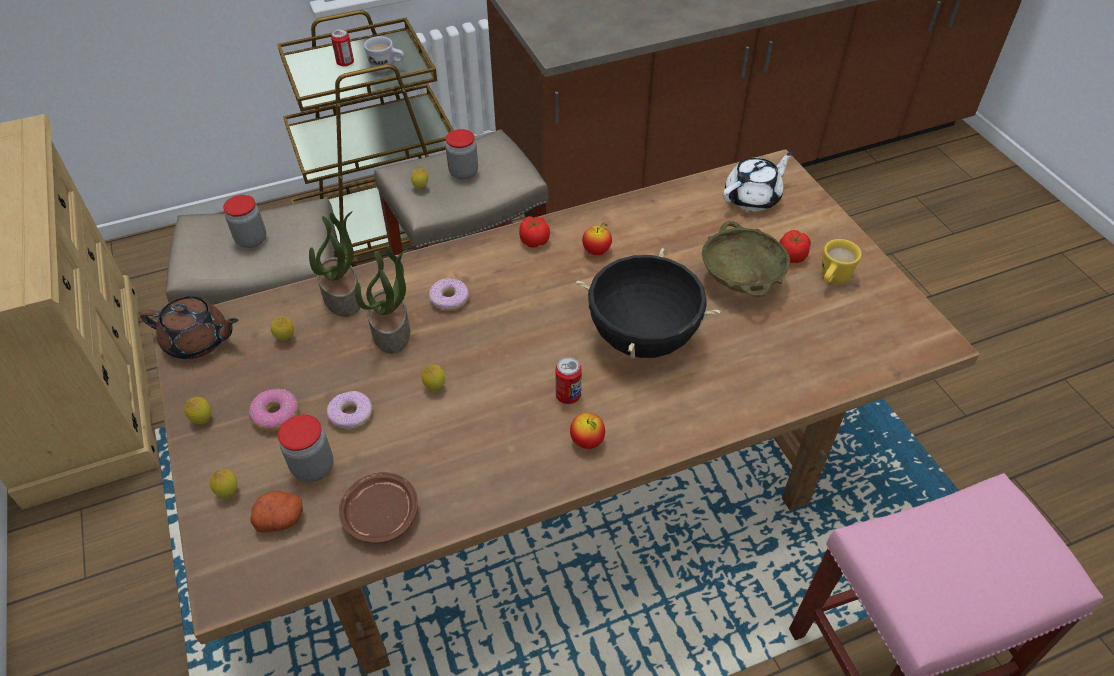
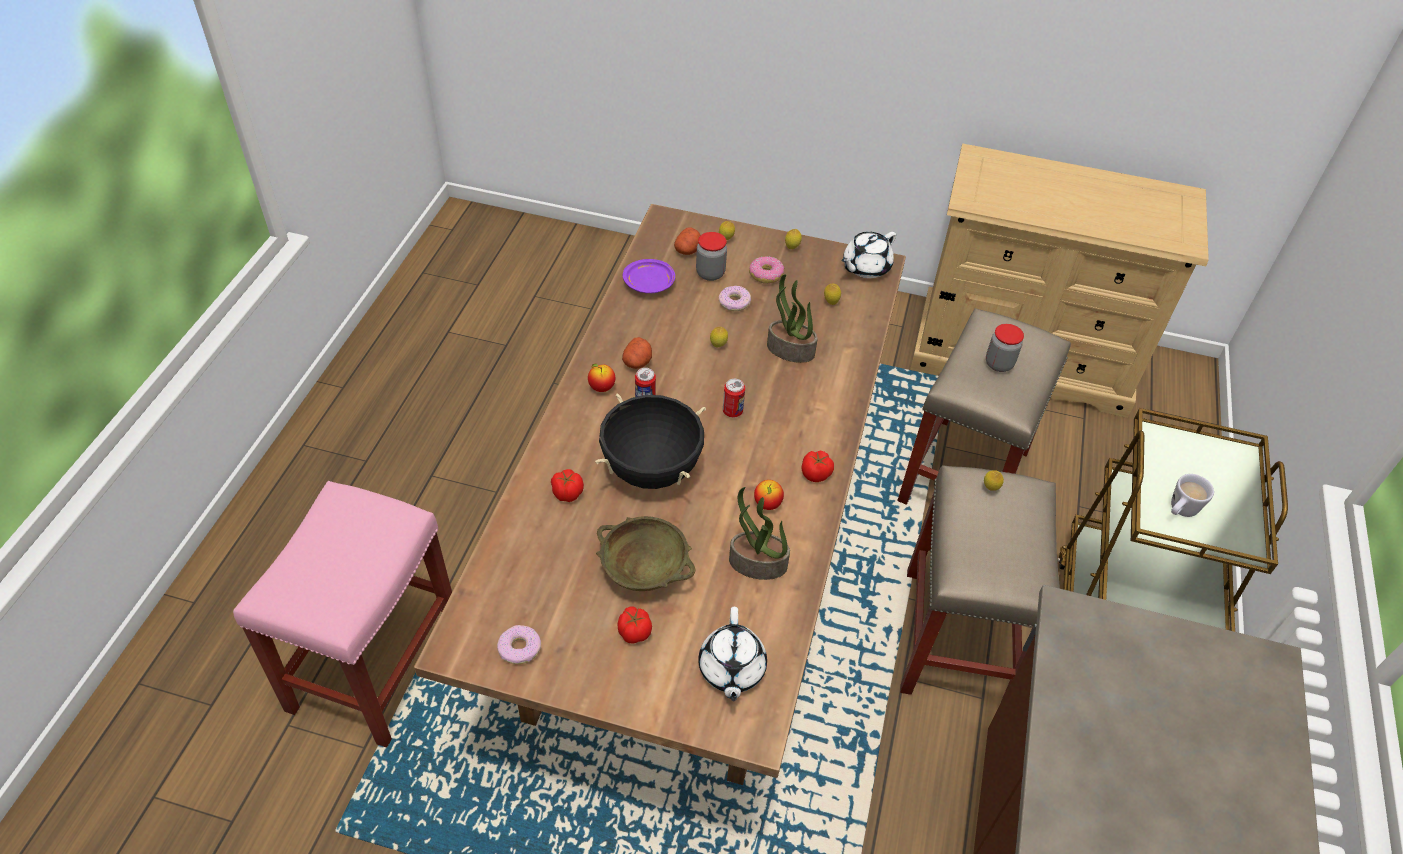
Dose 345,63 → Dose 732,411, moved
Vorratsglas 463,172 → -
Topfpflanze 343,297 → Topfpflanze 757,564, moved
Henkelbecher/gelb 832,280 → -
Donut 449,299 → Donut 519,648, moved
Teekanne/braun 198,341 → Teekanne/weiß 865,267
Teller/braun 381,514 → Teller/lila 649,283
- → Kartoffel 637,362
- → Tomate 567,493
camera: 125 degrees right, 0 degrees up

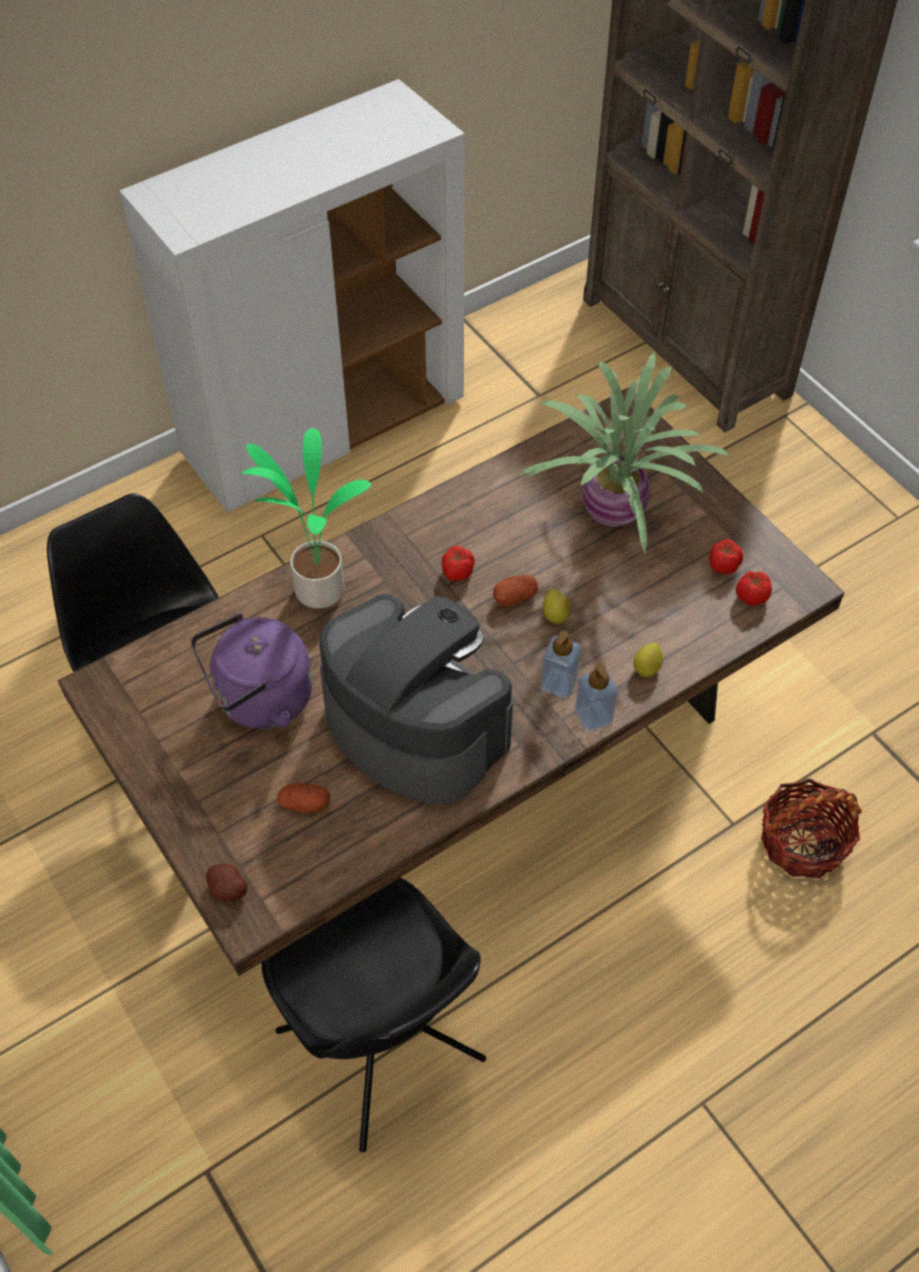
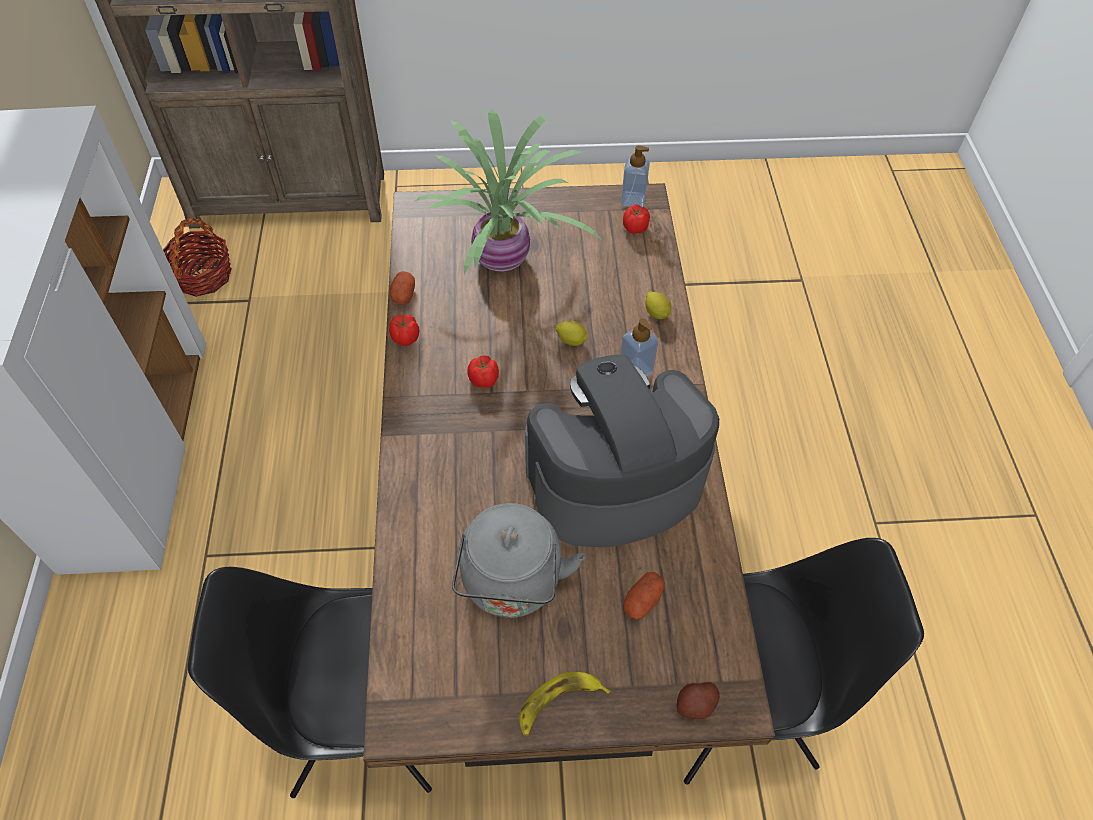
Topfpflanze 317,588 → -
Tomate 722,565 → Tomate 405,338, moved
Kartoffel 515,596 → Kartoffel 403,294, moved
Wasserkessel/lila 259,700 → Wasserkessel/grau 511,585
Seifenspender 593,716 → Seifenspender 633,200, moved
Korb 802,842 → Korb 202,276, moved
- → Banane 559,704
camera: 60 degrees left, 0 degrees up

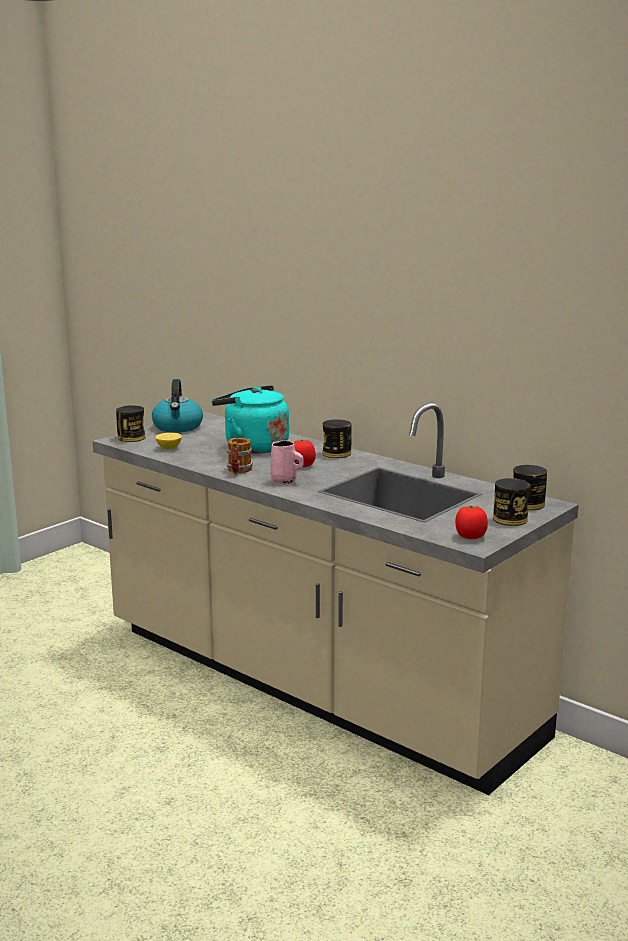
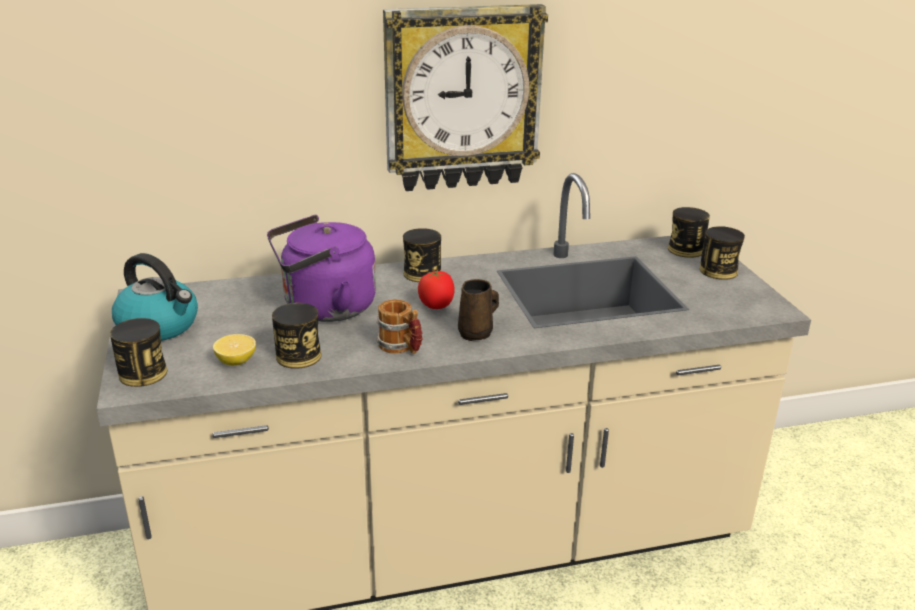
Wasserkessel/türkis 252,447 → Wasserkessel/lila 324,308
Henkelbecher/rosa 285,481 → Henkelbecher/braun 477,333
Tomate 470,537 → -
- → Wanduhr 462,98
- → Dose 298,356
camera: 55 degrees left, 10 degrees up

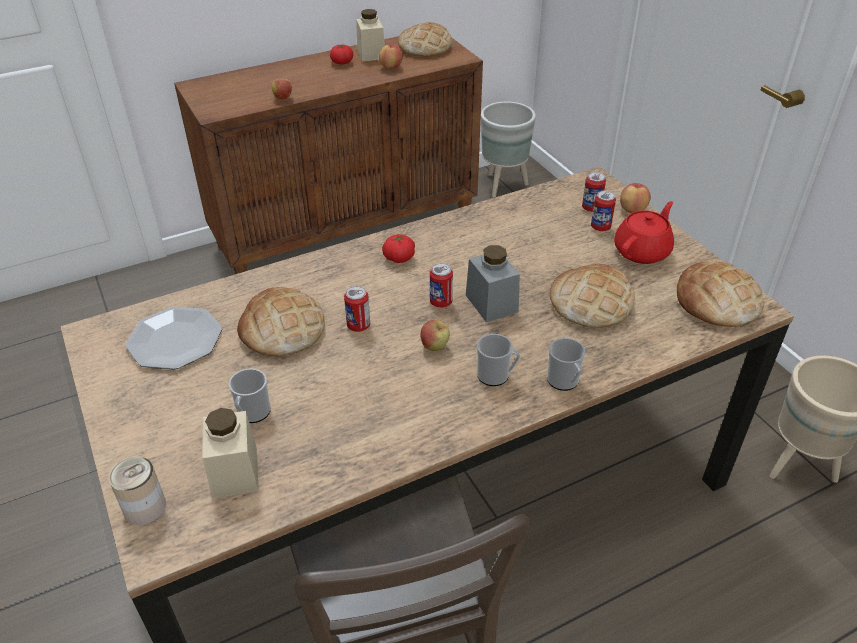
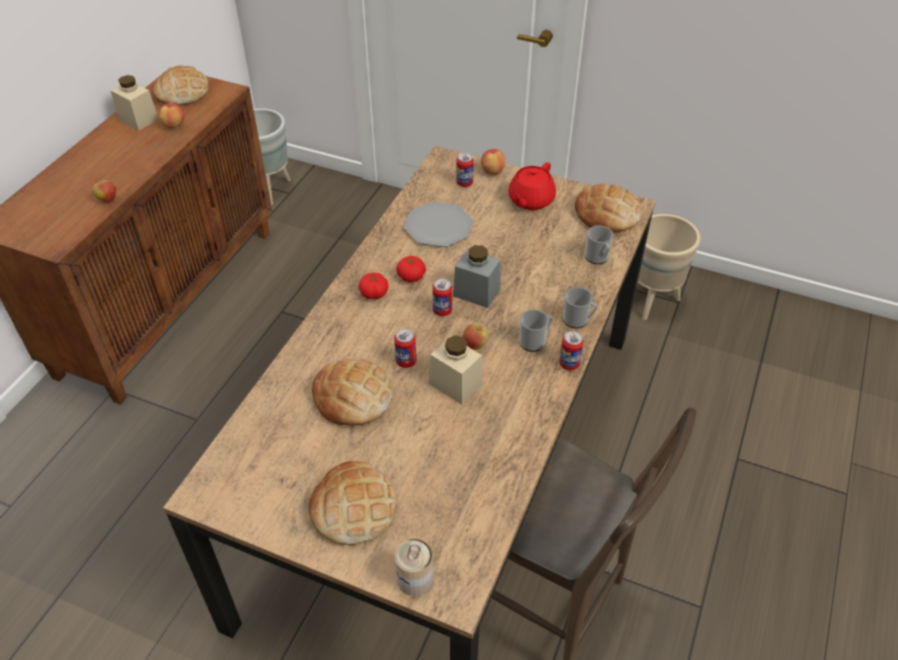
Tomate 342,62 → Tomate 411,276, moved
Dose 600,227 → Dose 569,364, moved
Teekanne/rot 642,251 → Teekanne/rot 530,200, 150 degrees counterclockwise
Brot 591,302 → Brot 353,508, moved
Teller 175,340 → Teller 439,226, moved
Henkelbecher 252,414 → Henkelbecher 598,258, moved
Vorratsglas/beige 234,472 → Vorratsglas/beige 455,384, moved
camera: 40 degrees left, 5 degrees up

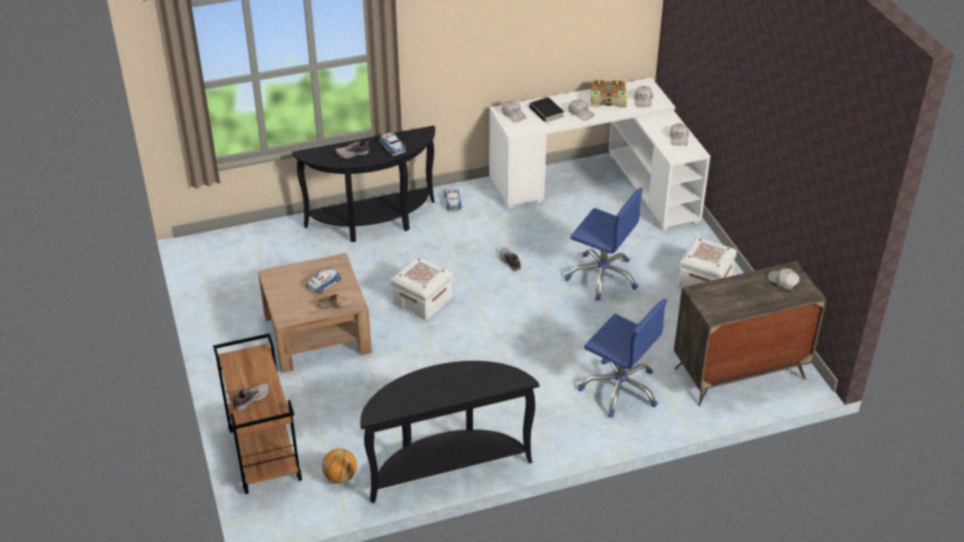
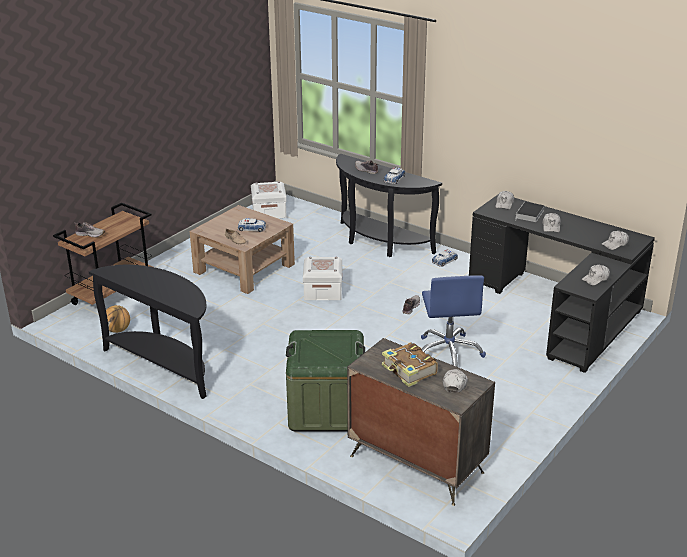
Schreibtisch/weiß 601,185 → Schreibtisch/schwarz 561,310
Buch 608,99 → Buch 409,371, moved
Aufbewahrungsbox/weiß 705,280 → Aufbewahrungsbox/weiß 269,212, moved
Bürostuhl/blau 620,389 → Aufbewahrungsbox/grün 326,409
camera: 55 degrees right, 10 degrees down

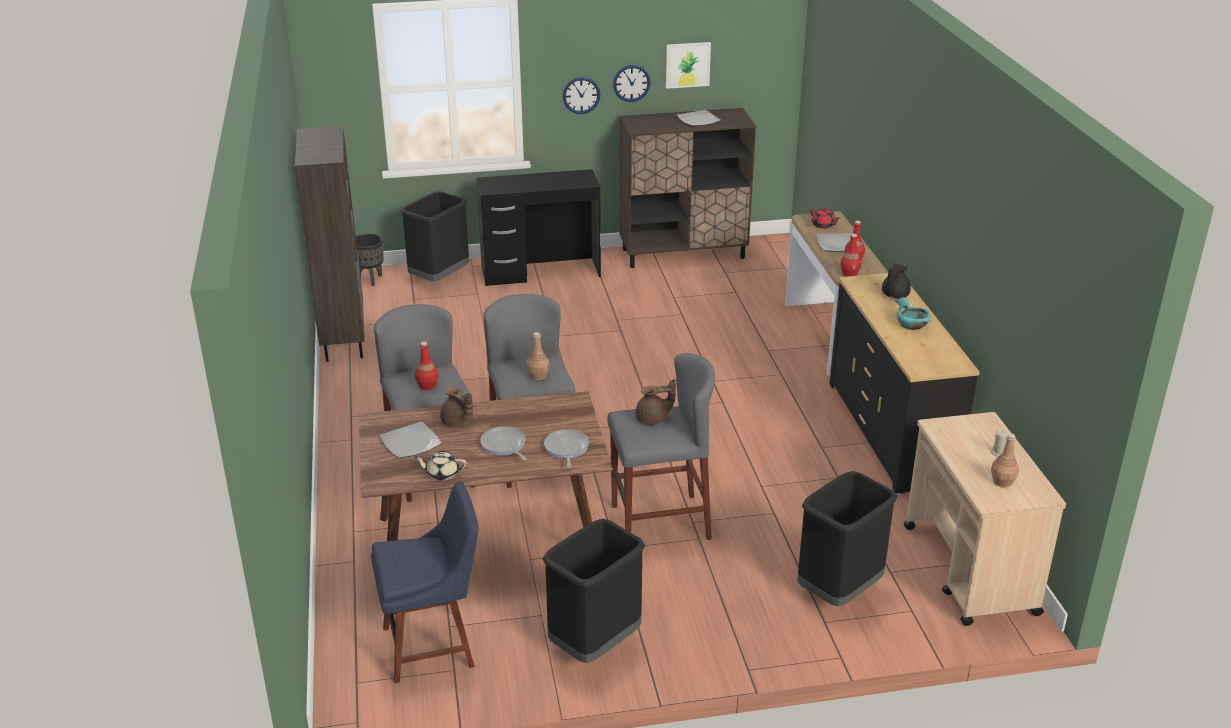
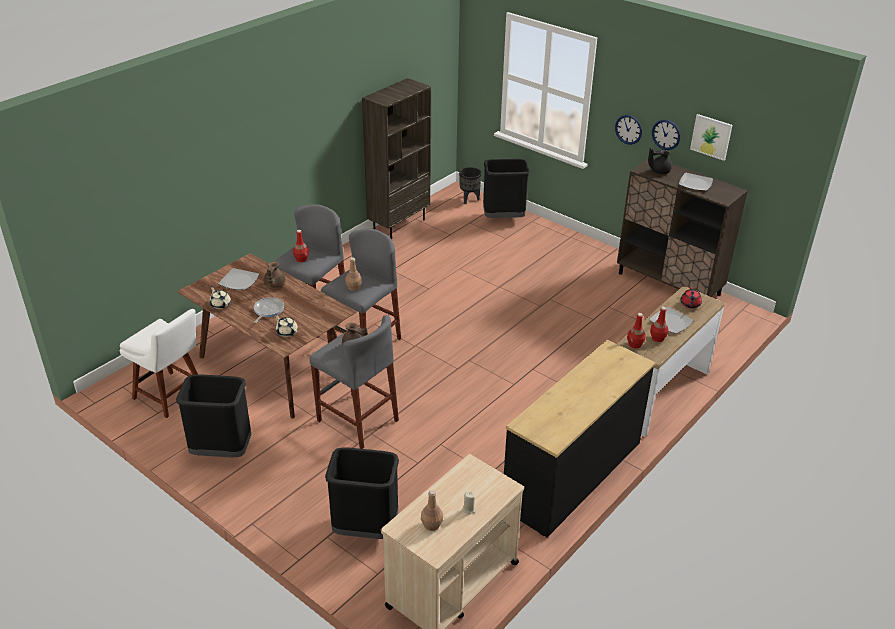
Schreibtisch/schwarz 540,271 → -
Teekanne/schwarz 894,295 → Teekanne/schwarz 659,171, moved
Schüssel/türkis 912,324 → -
Pfanne 566,449 → Teekanne/beige 286,332
Stuhl/blau 434,645 → Stuhl/weiß 171,395
camera: 50 degrees right, 5 degrees up

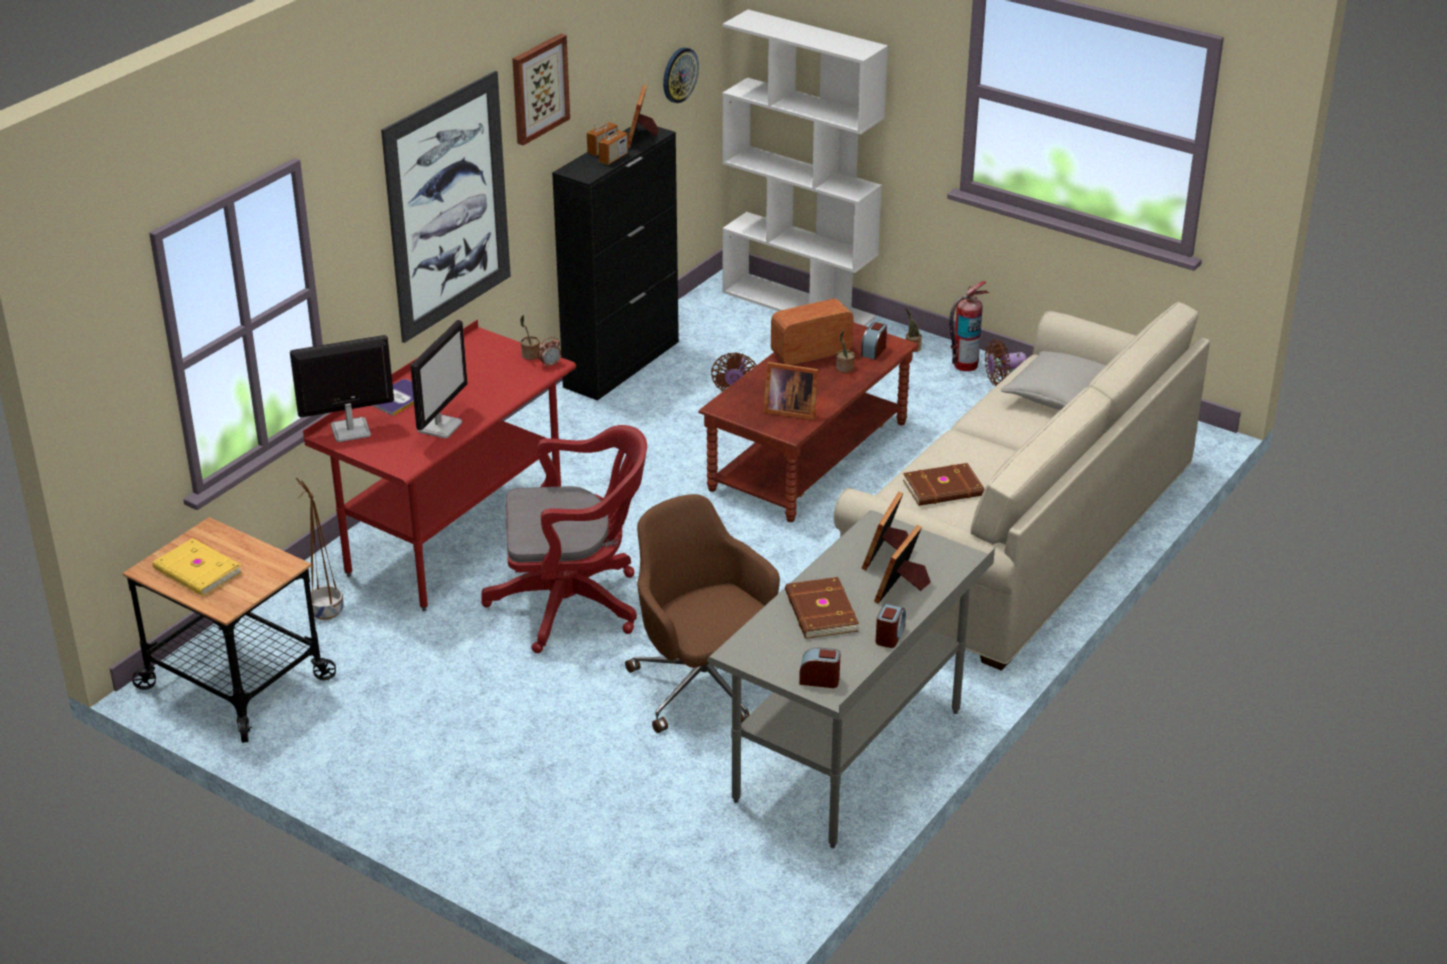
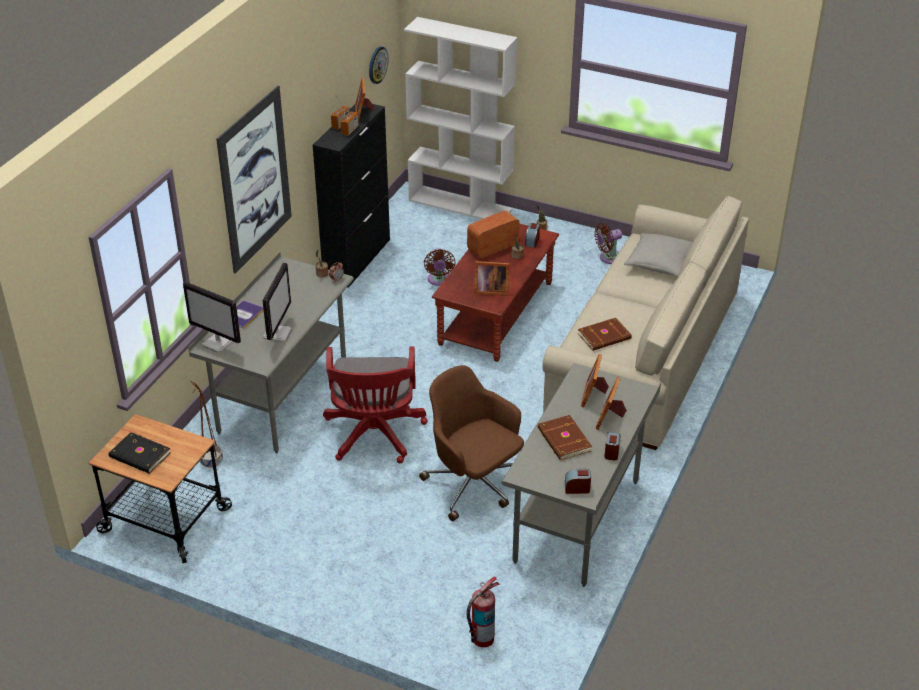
Bild 538,88 → -
Feuerlöscher 964,365 → Feuerlöscher 482,638, moved
Schreibtisch/rot 455,540 → Schreibtisch/grau 283,399
Monitor 349,431 → Monitor 218,343, 120 degrees counterclockwise
Bürostuhl/rot 574,604 → Bürostuhl/rot 374,436, 105 degrees clockwise
Buch/gelb 197,572 → Buch/schwarz 139,456
camera: 10 degrees left, 5 degrees up

